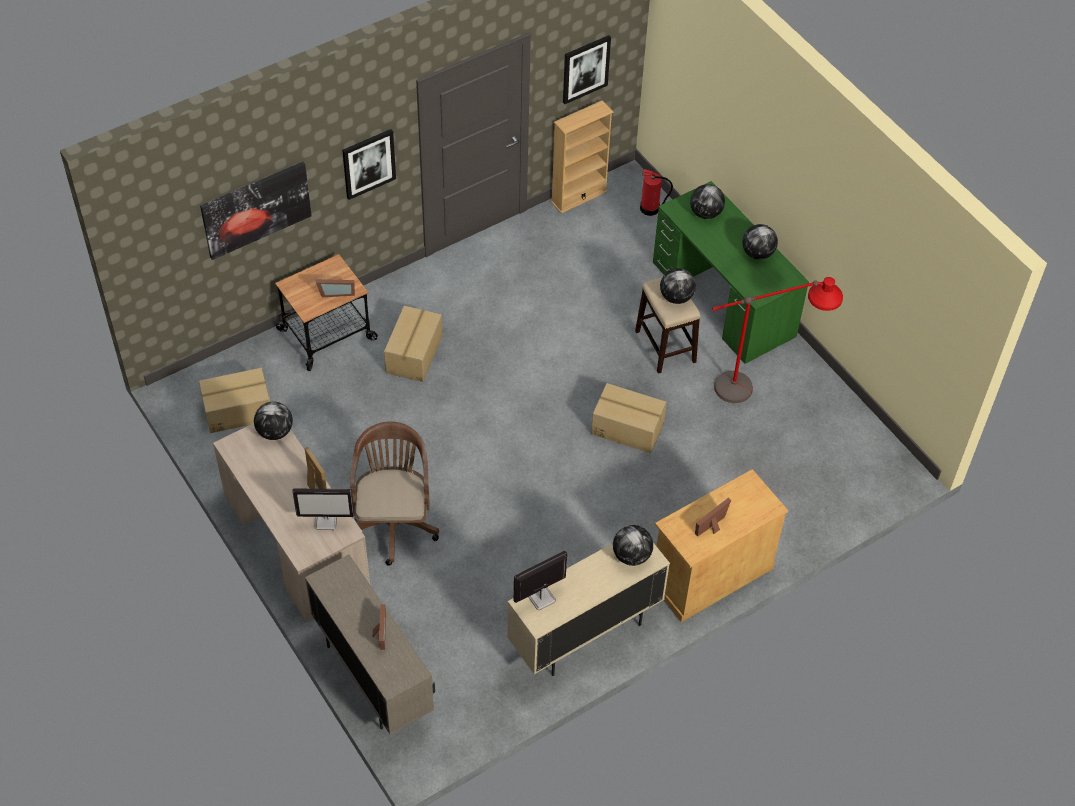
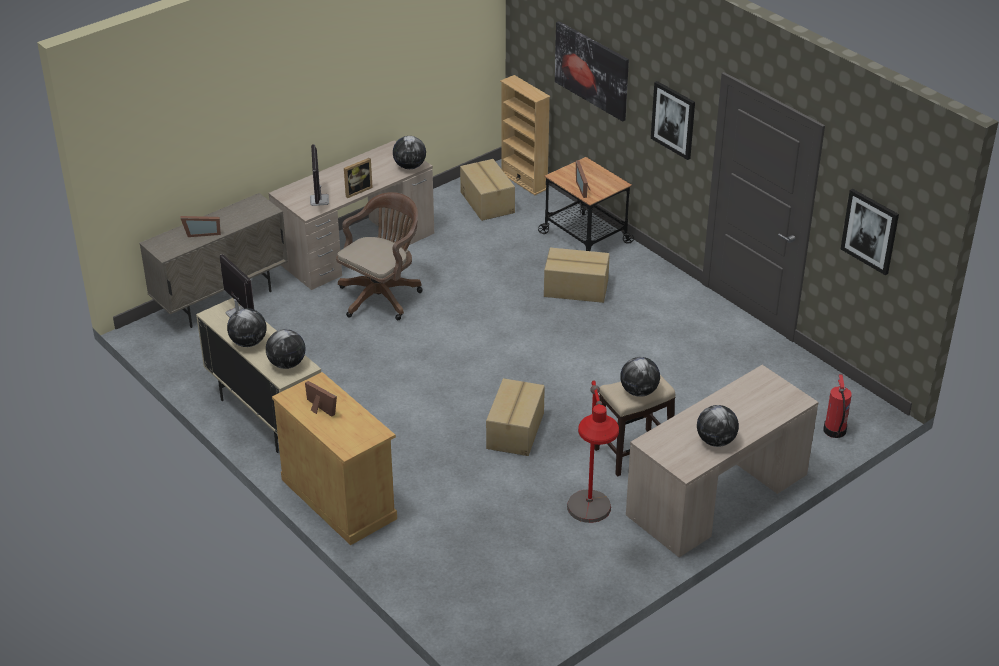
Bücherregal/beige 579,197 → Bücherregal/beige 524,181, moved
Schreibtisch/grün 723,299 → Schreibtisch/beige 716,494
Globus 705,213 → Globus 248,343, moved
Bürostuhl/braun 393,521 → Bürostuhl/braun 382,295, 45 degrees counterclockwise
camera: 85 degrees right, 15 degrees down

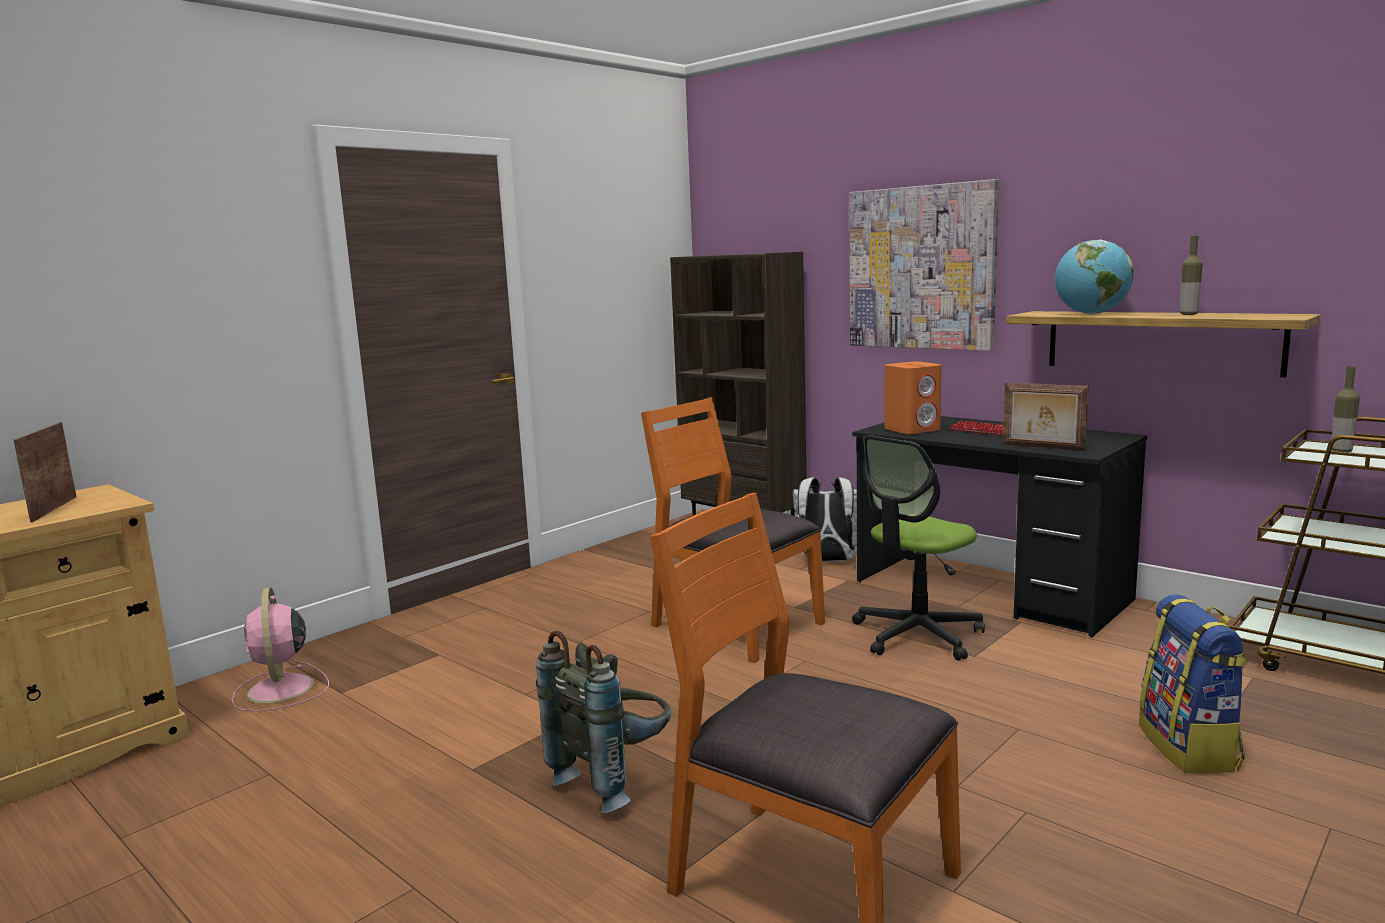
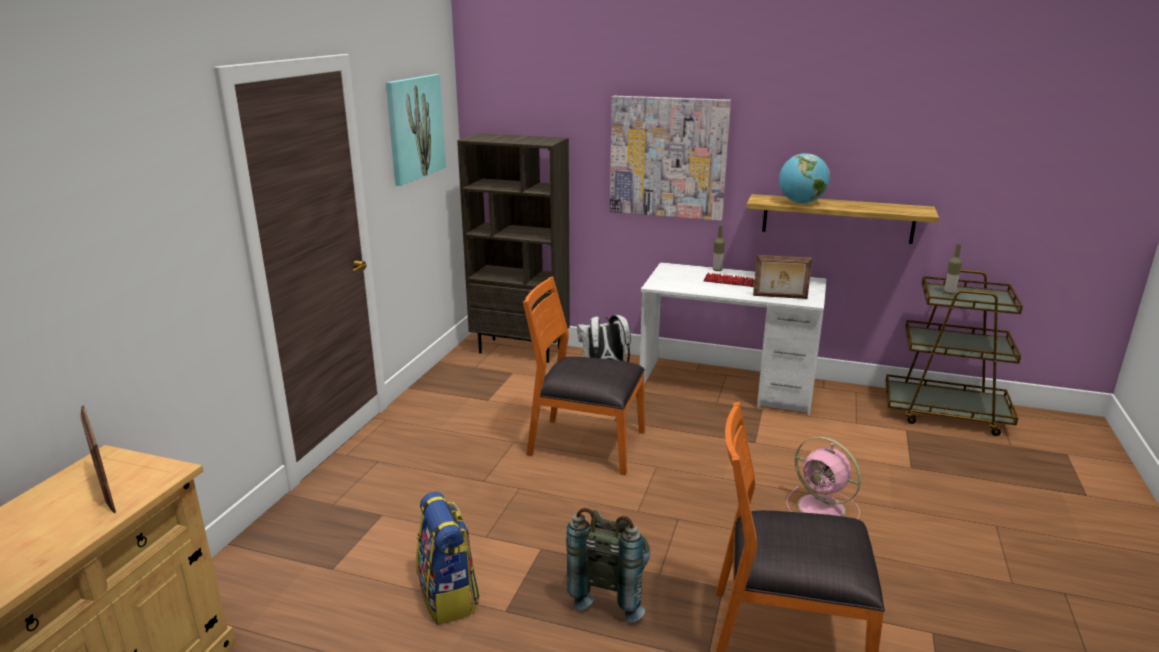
Flasche 1188,314 → Flasche 717,270, moved
Lautsprecher/orange 912,429 → -
Schreibtisch/schwarz 990,591 → Schreibtisch/weiß 727,386
Bürostuhl 917,635 → -
Ventilator/rosa 280,690 → Ventilator/rosa 823,509, moved
Rucksack 1190,748 → Rucksack 449,597, moved
- → Bild 415,128
camera: 25 degrees left, 10 degrees up

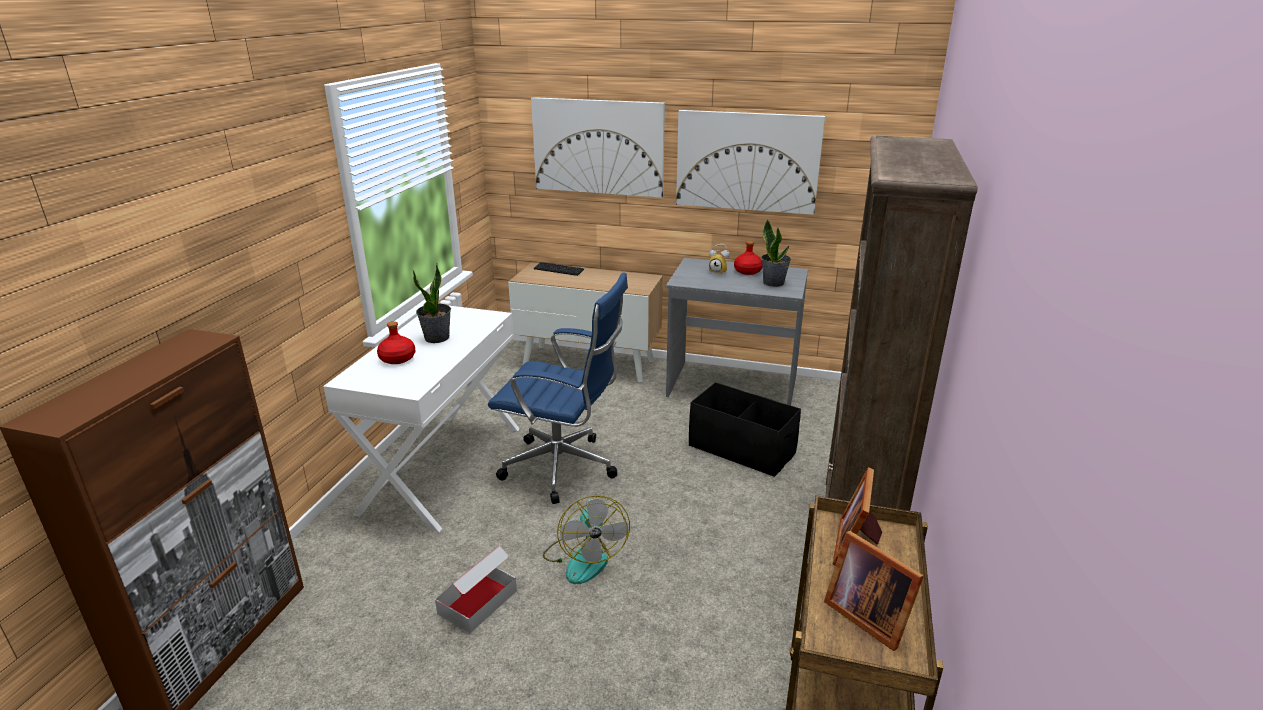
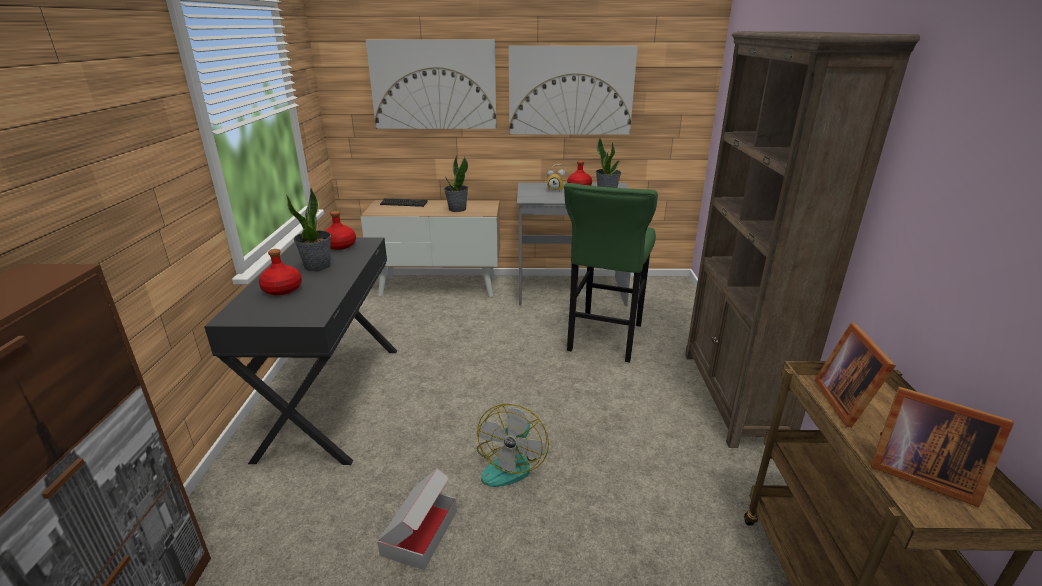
Bürostuhl/blau 564,468 → -
Schreibtisch/weiß 442,467 → Schreibtisch/schwarz 332,398
Aufbewahrungsbox/schwarz 742,449 → Hocker/grün 604,340
Ventilator 584,558 → Ventilator 510,463, 45 degrees clockwise
- → Topfpflanze 457,209
- → Flasche/rot 339,246
camera: 15 degrees left, 0 degrees up

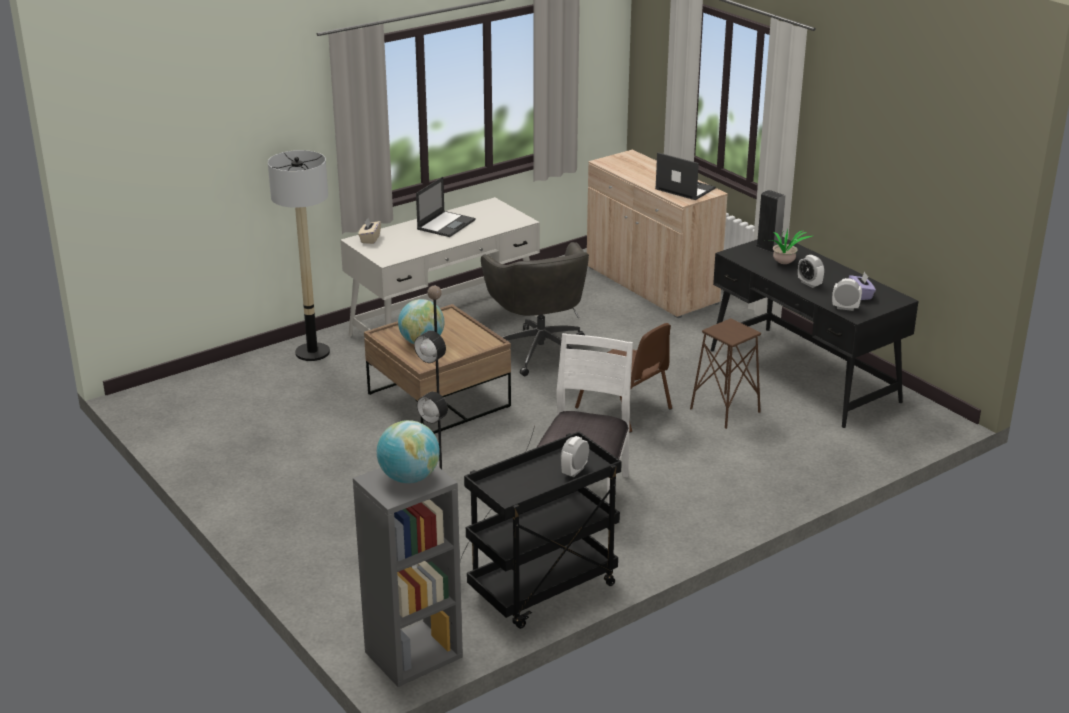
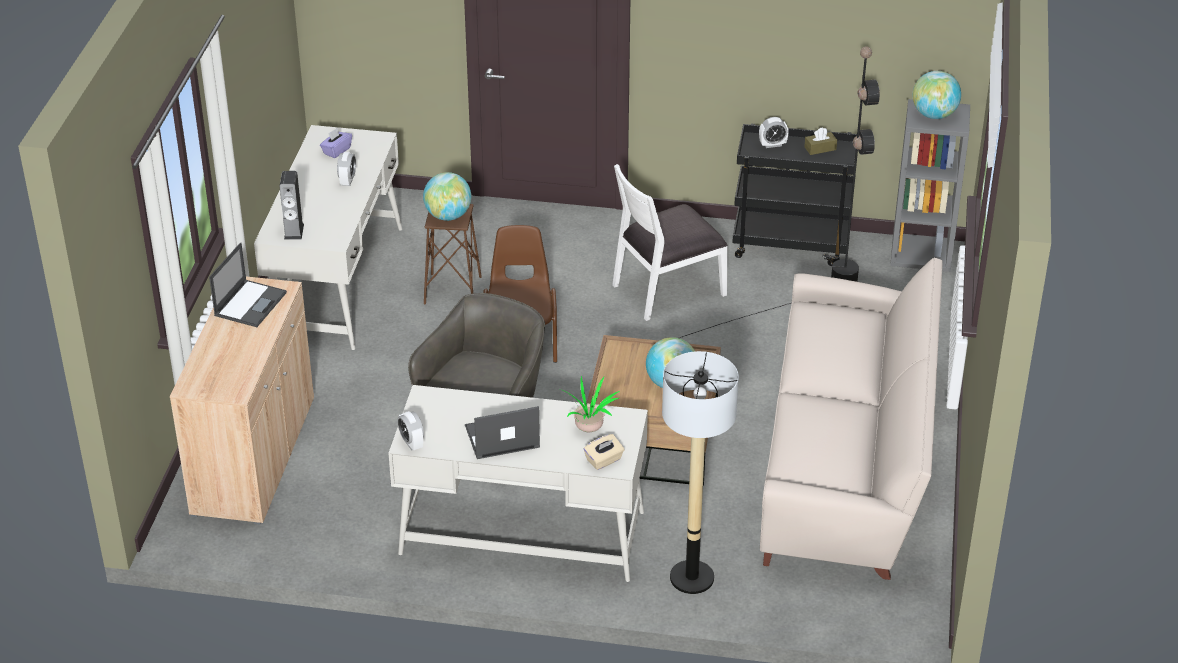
Laptop 684,188 → Laptop 250,303, 150 degrees counterclockwise
Topfpflanze 785,264 → Topfpflanze 589,427, moved
Schreibtisch/schwarz 803,376 → Schreibtisch/weiß 337,282
Wecker 845,308 → Wecker 411,443, moved
- → Taschentuchbox/braun 820,148
- → Globus 448,216
- → Sofa/beige 847,462
camera: 135 degrees left, 10 degrees up

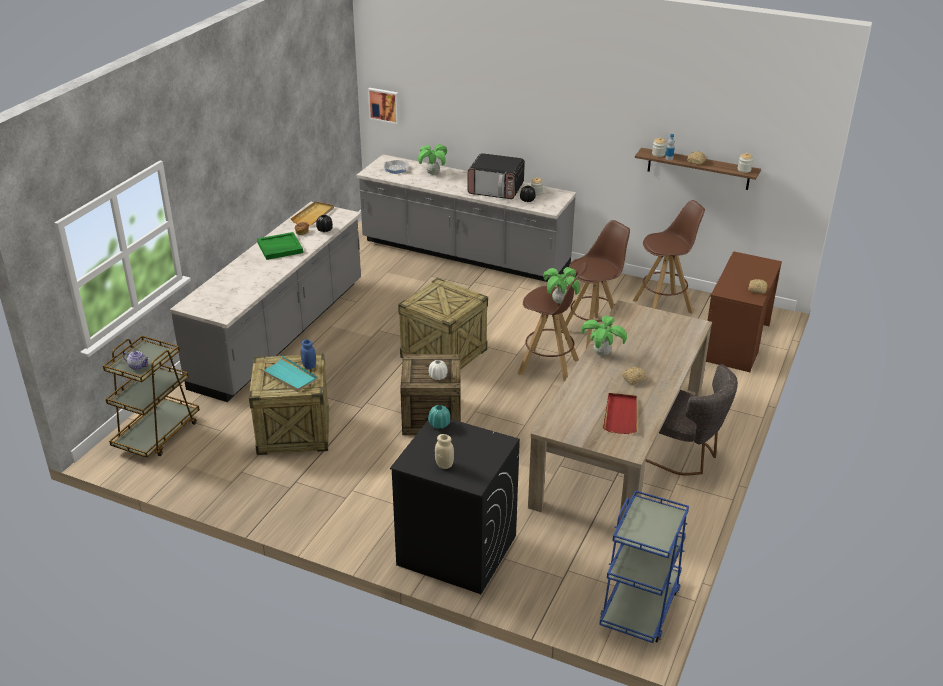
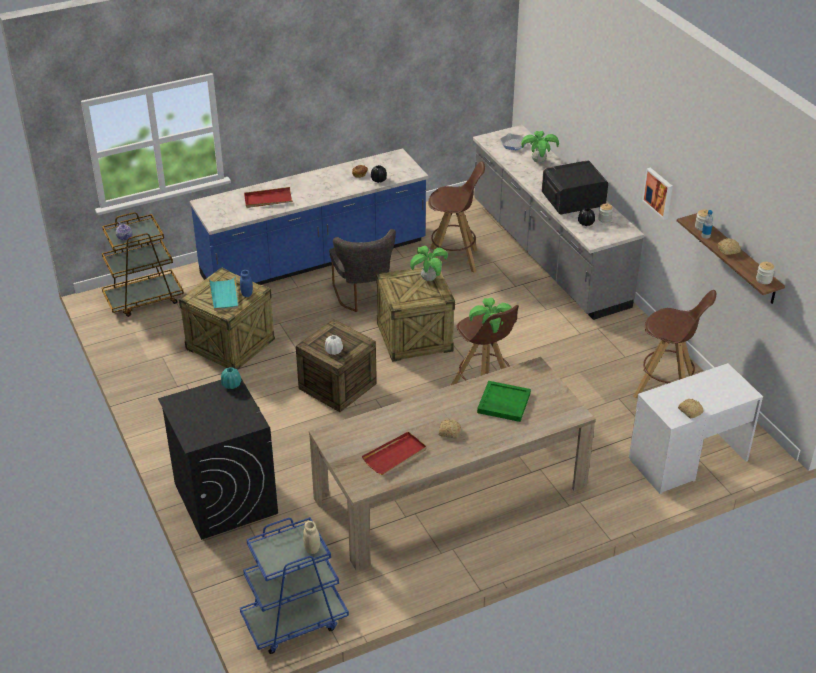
Bild 384,105 → Bild 659,192, moved
Mikrowelle 496,189 → Mikrowelle 572,201, 105 degrees clockwise
Tablett/beige 313,215 → -
Küchenzeile/grau 281,334 → Küchenzeile/blau 314,259
Hocker/braun 593,332 → Hocker/braun 453,260, moved
Tablett/grün 280,248 → Tablett/grün 503,403, moved
Schreibtisch/braun 736,342 → Schreibtisch/weiß 688,459
Topfpflanze 602,354 → Topfpflanze 428,279, moved
Stuhl/grau 684,456 → Stuhl/grau 363,296, moved
Vorratsglas/beige 444,465 → Vorratsglas/beige 312,549, moved
- → Tablett/rot 268,199
camera: 40 degrees right, 5 degrees up

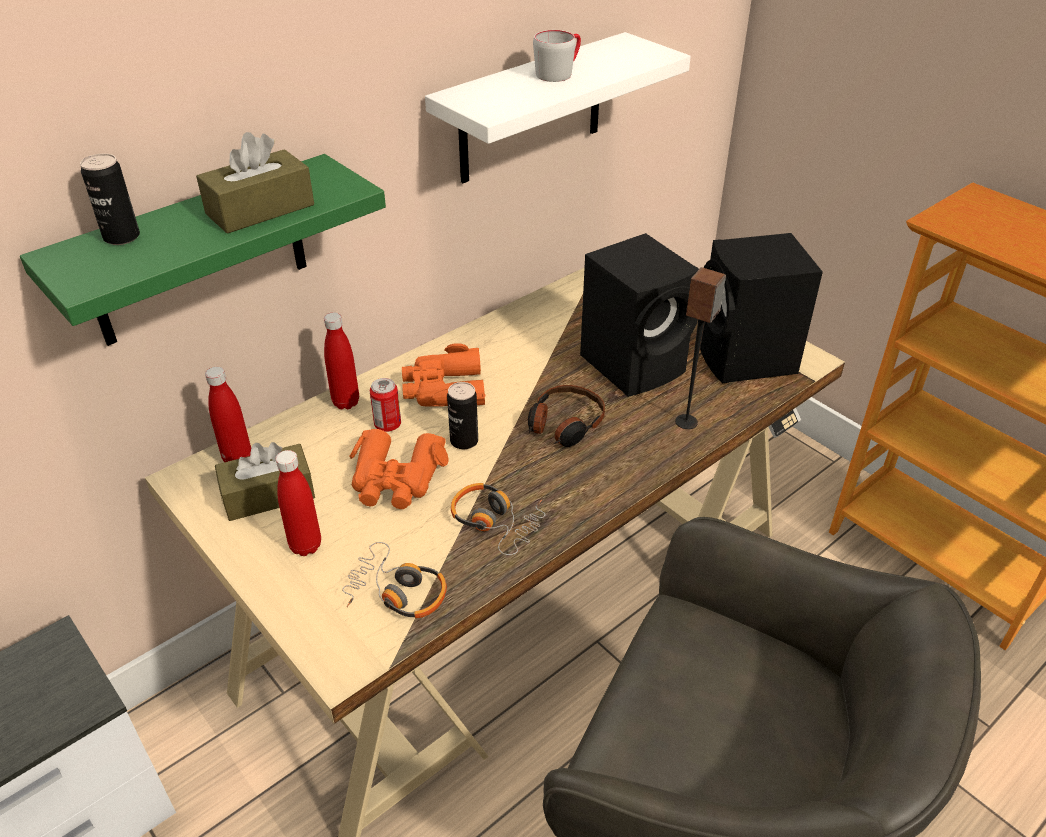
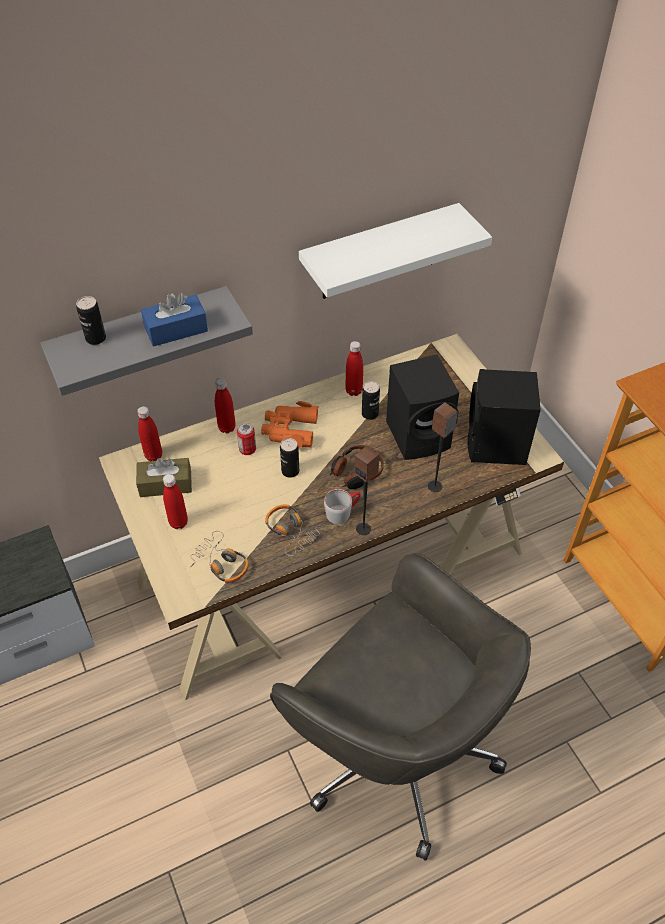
Henkelbecher/grau 559,72 → Henkelbecher/grau 343,512, moved
Taschentuchbox/braun 260,209 → Taschentuchbox/blau 176,329
Wandregal/grün 198,253 → Wandregal/grau 142,339
Fernglas/orange 396,479 → -
- → Flasche/rot 354,391
- → Dose 370,414
- → Lautsprecher 363,529
camera: 15 degrees right, 10 degrees up

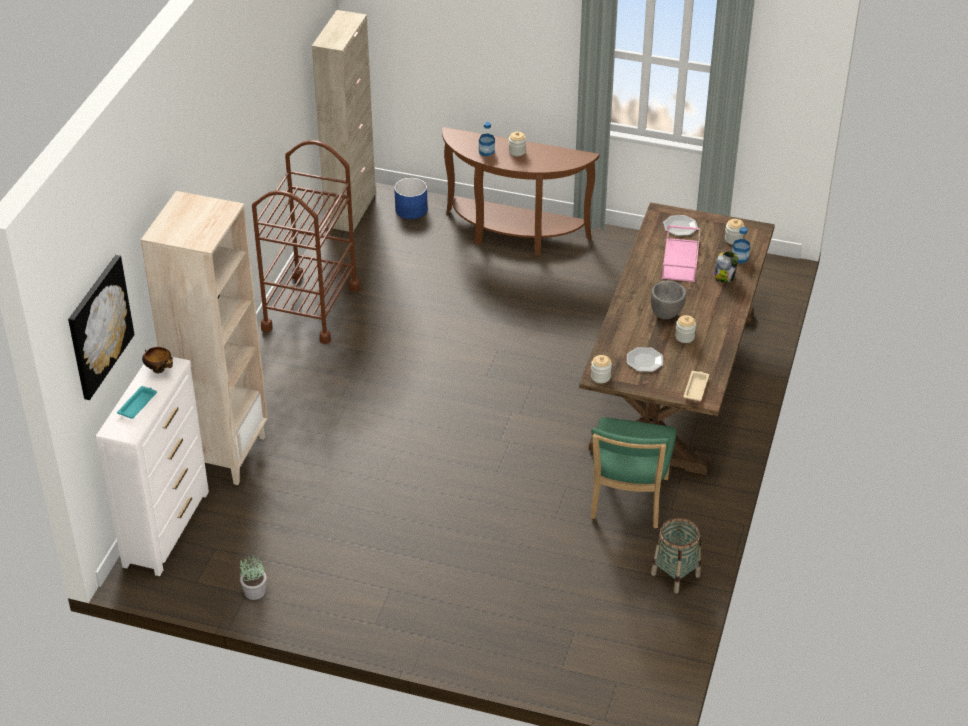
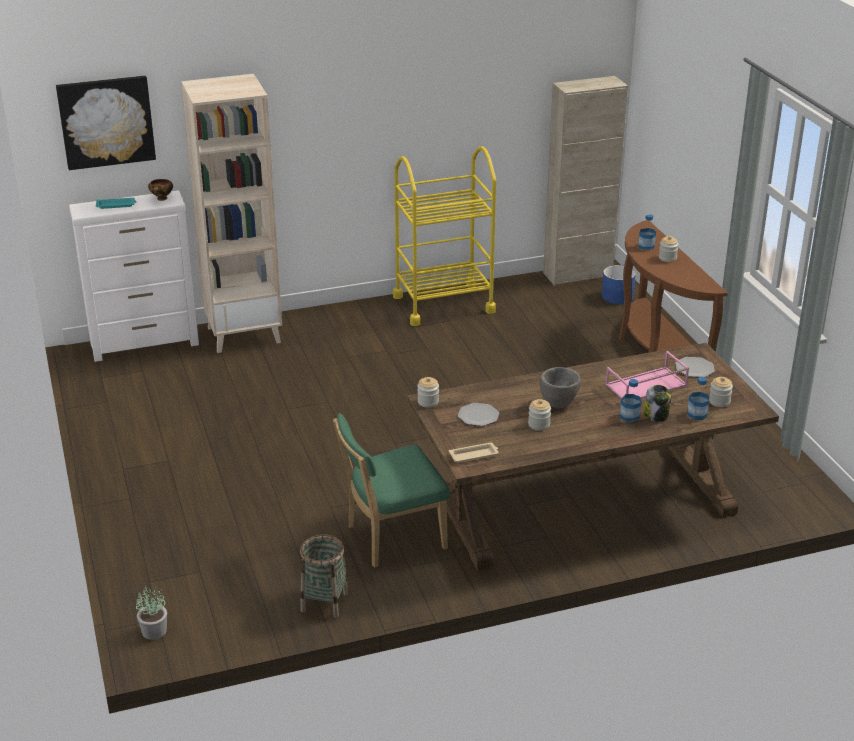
Rollwagen/braun 311,308 → Rollwagen/gelb 443,304
Topfpflanze 254,591 → Topfpflanze 154,631, moved
- → Flasche 629,416
camera: 55 degrees right, 10 degrees down

